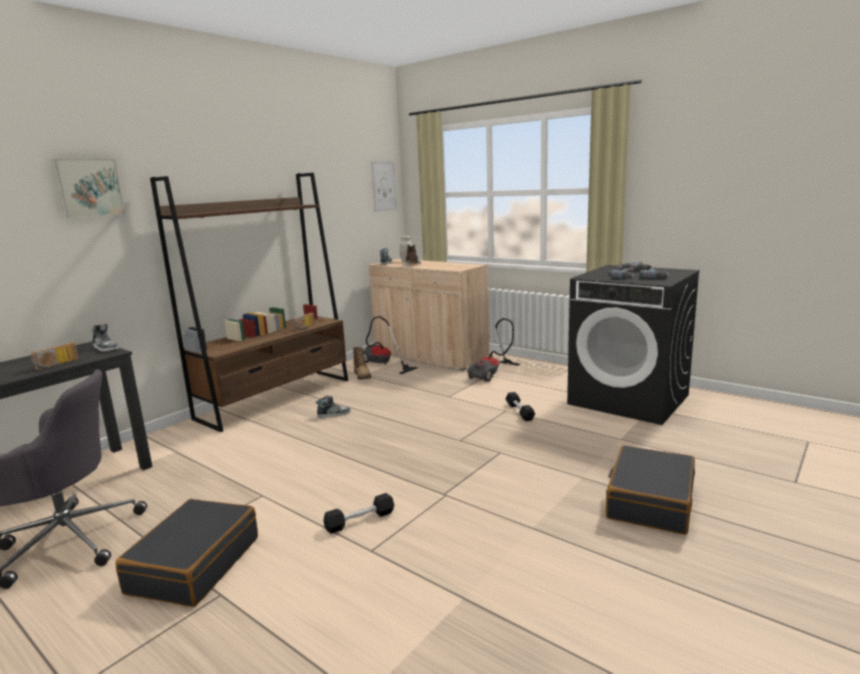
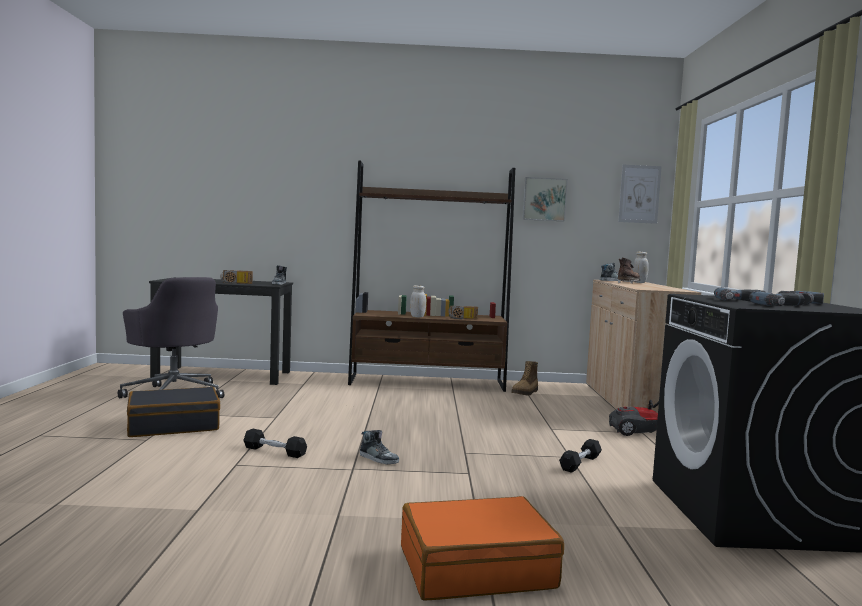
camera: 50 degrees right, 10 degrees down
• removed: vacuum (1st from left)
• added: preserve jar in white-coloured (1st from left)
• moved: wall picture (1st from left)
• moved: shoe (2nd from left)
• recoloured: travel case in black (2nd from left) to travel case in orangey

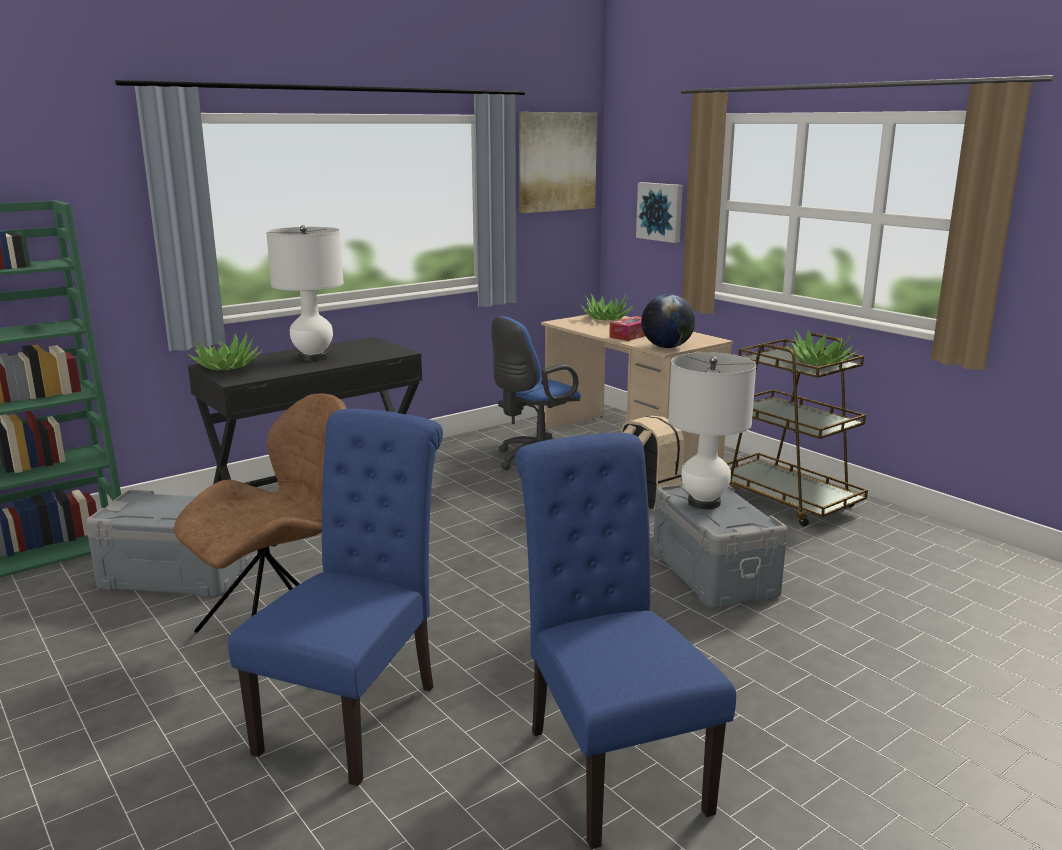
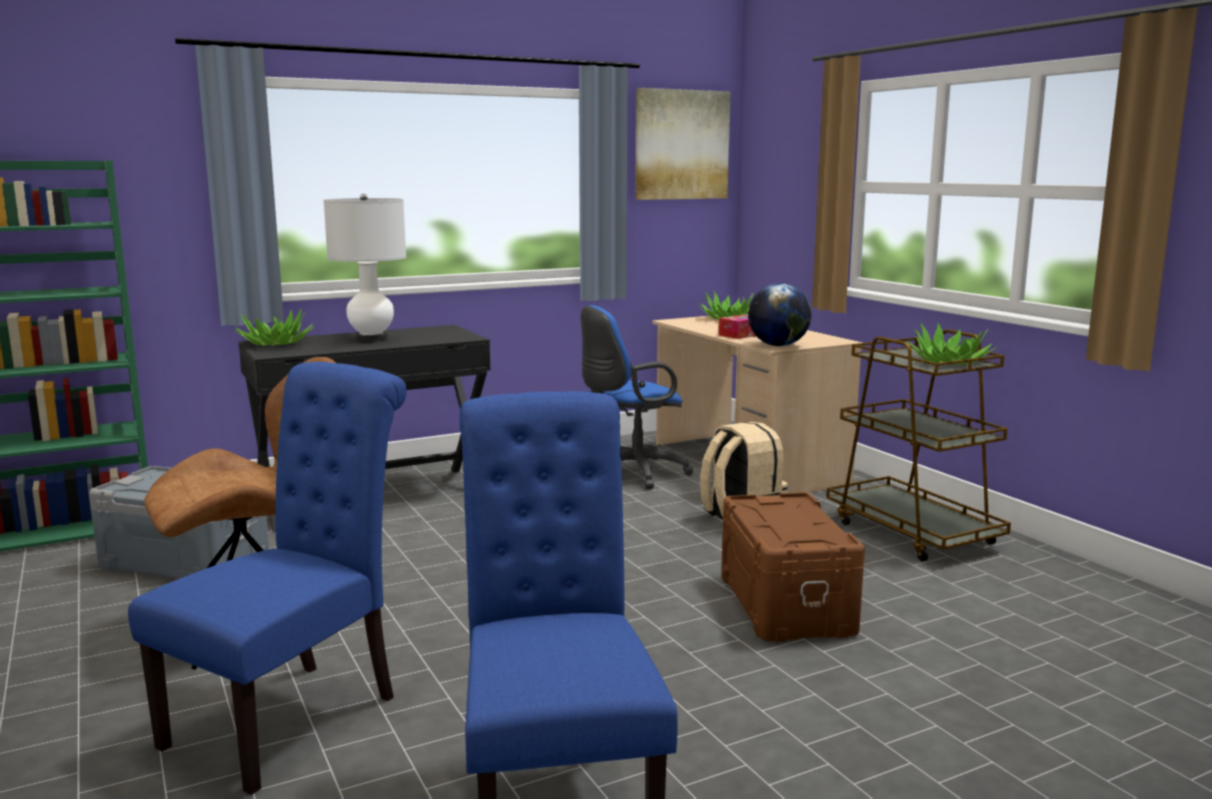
camera: 10 degrees right, 5 degrees down
• removed: wall picture (2nd from left)
• removed: table lamp in white-coloured (2nd from left)
• recoloured: storage container in greyish (2nd from left) to storage container in brown-coloured

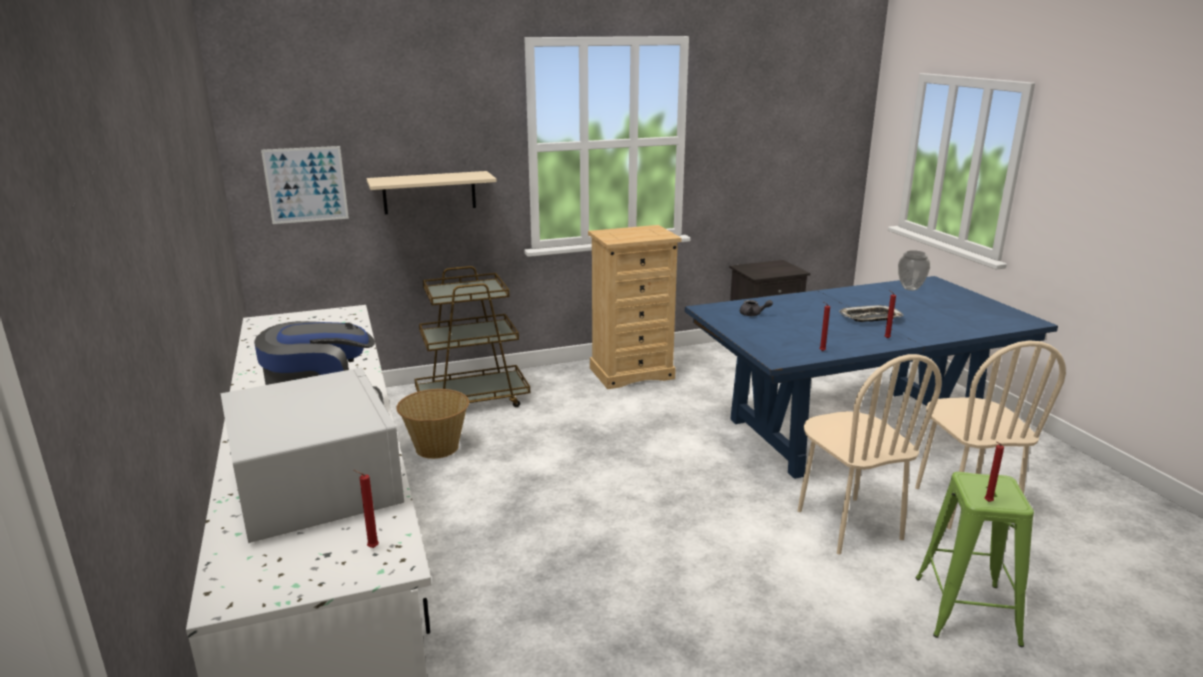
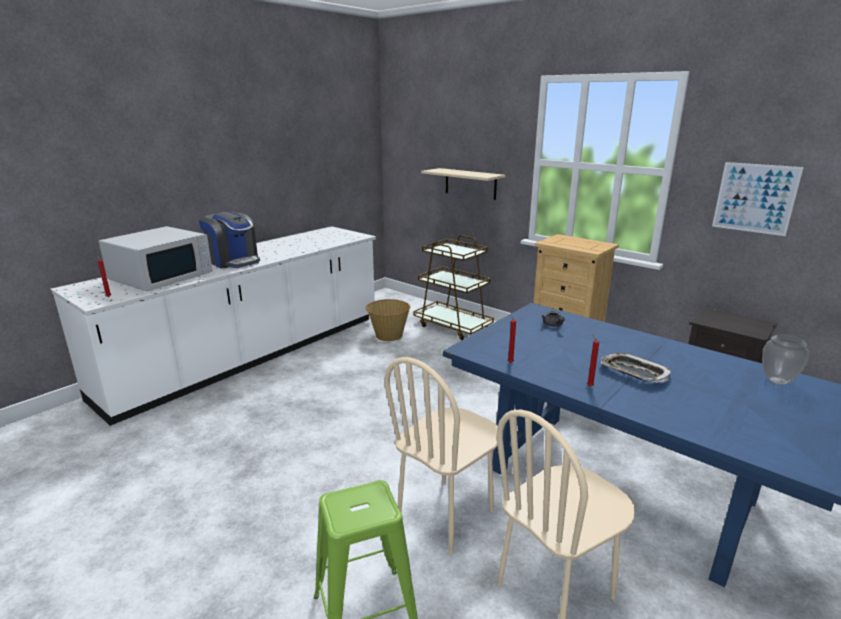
camera: 60 degrees right, 0 degrees up
• removed: candle in red (4th from left)
• moved: wall picture

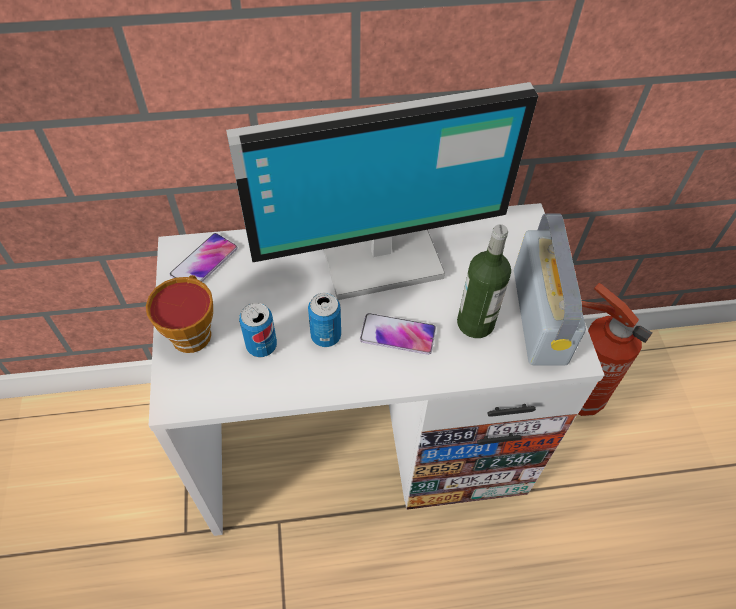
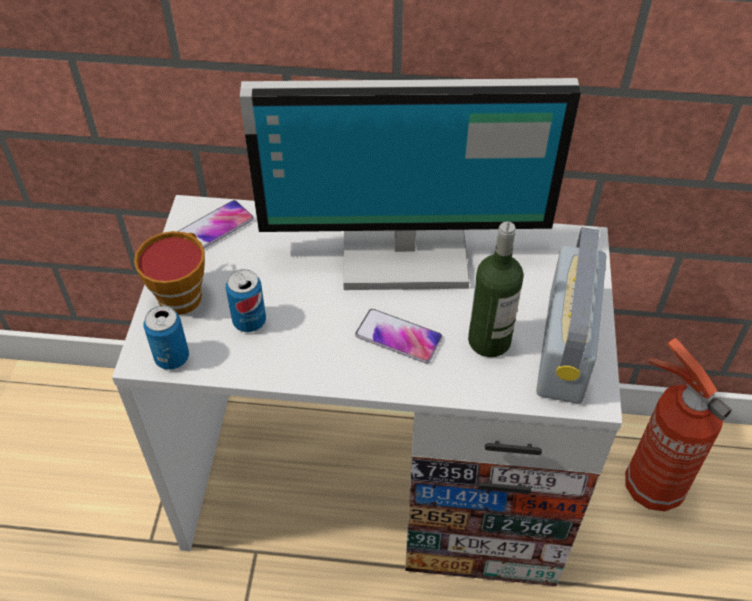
camera: 15 degrees right, 5 degrees down
• moved: metal can (2nd from left in the first image) to metal can (1st from left)

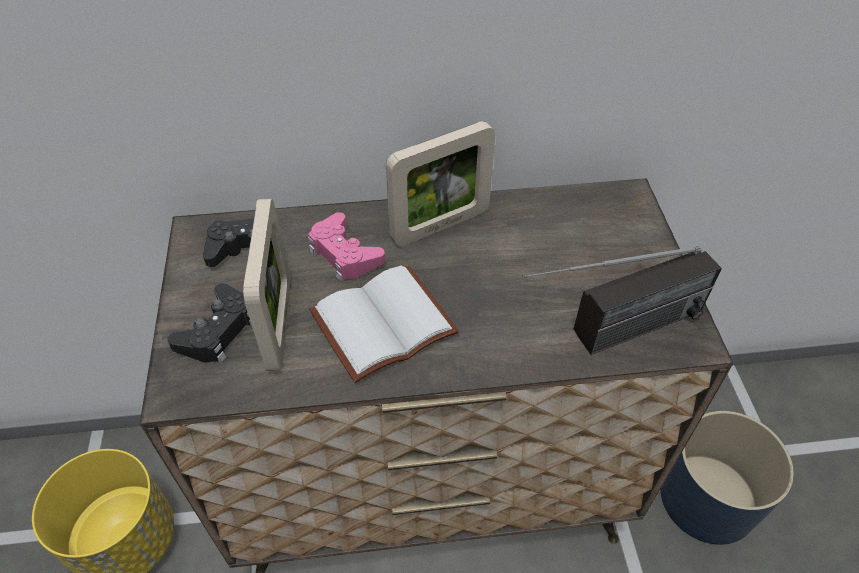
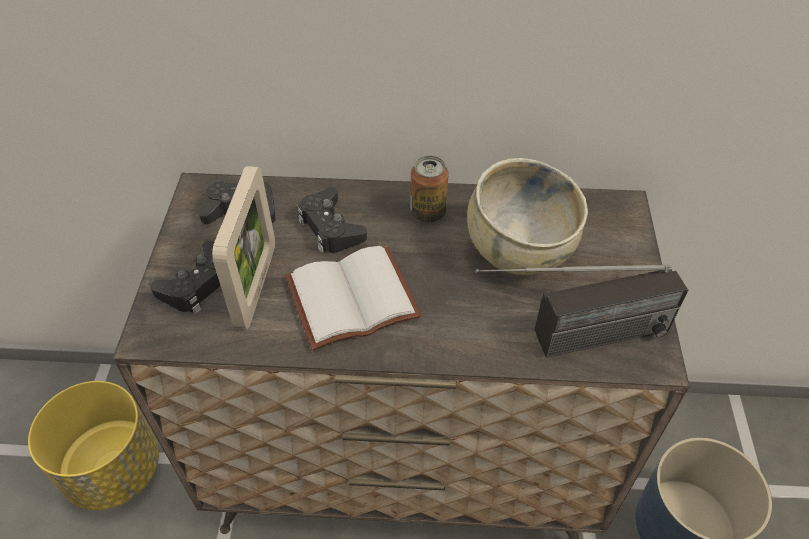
camera: 10 degrees right, 0 degrees up
• added: serving bowl in sand-coloured
• replaced: standing frame (2nd from left) to metal can
• recoloured: joypad in pinkish to joypad in black (3rd from left)

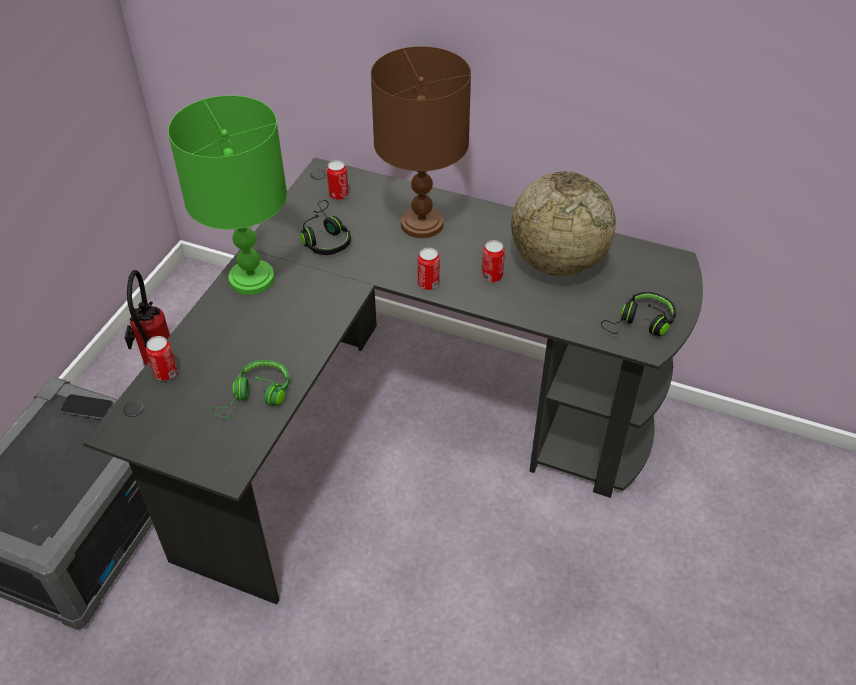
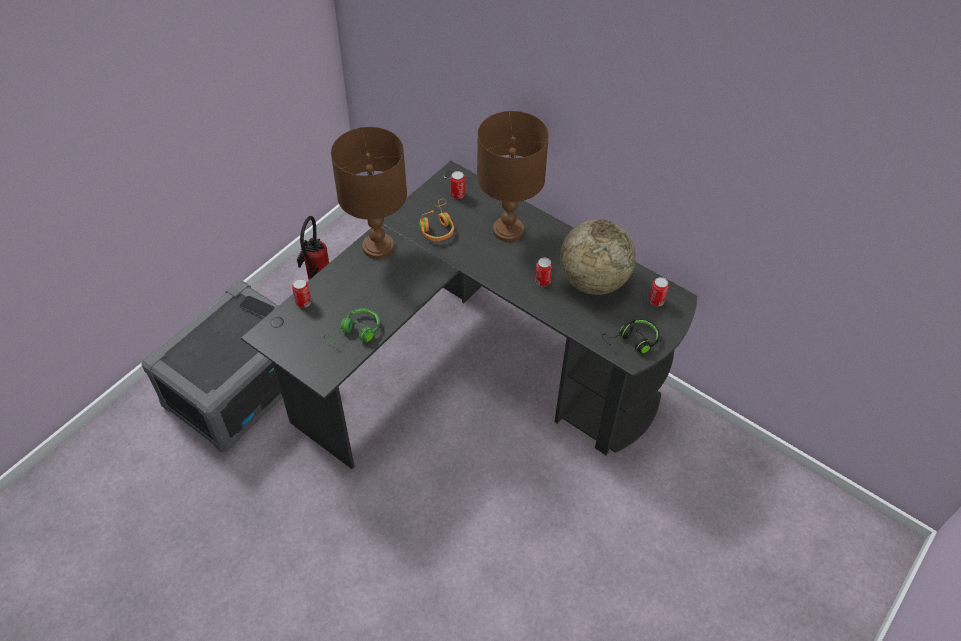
camera: 15 degrees right, 5 degrees up
• moved: metal can (3rd from left in the first image) to metal can (4th from left)
• recoloured: table lamp in greenish to table lamp in brown-coloured (1st from left)
• recoloured: headphones in black (1st from left) to headphones in orangey

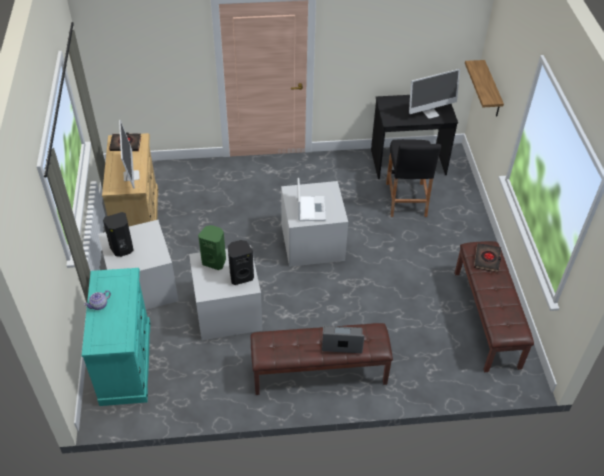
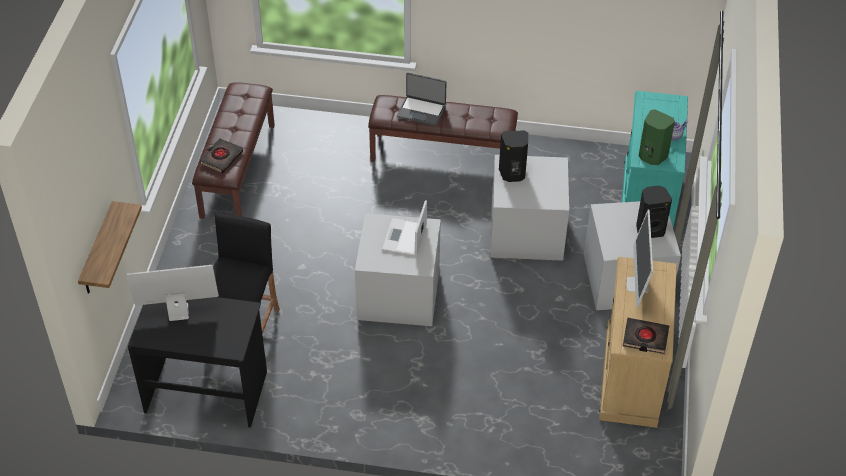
camera: 165 degrees left, 0 degrees up
• moved: audio speaker in greenish

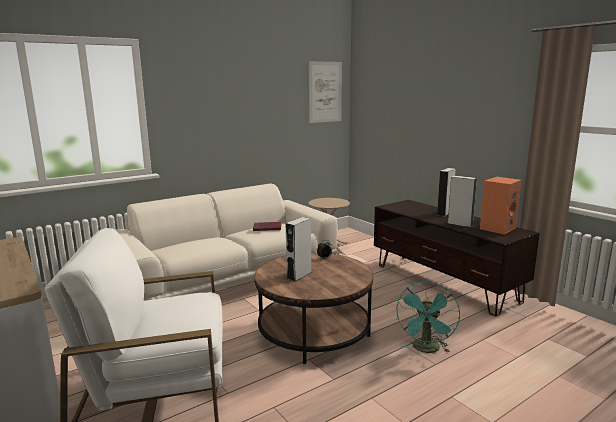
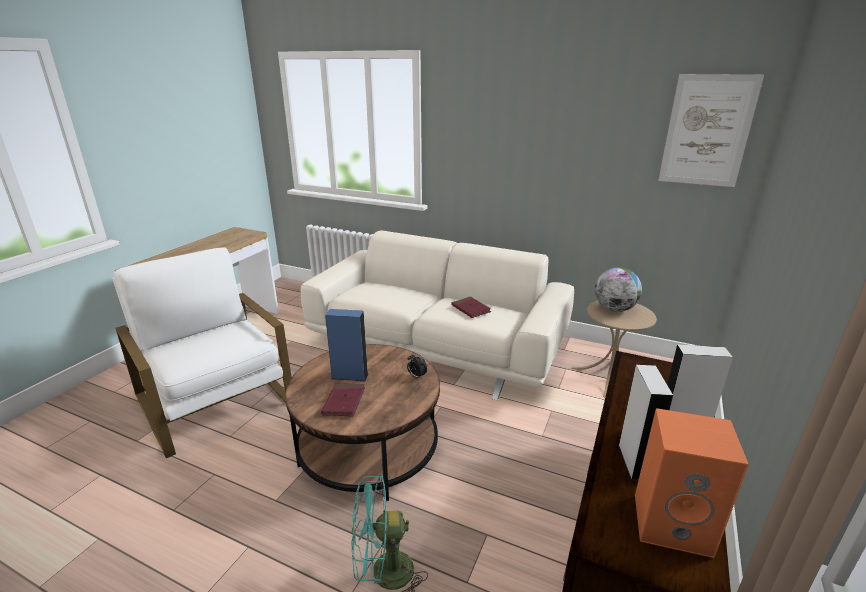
camera: 60 degrees right, 10 degrees up
• added: volume in red (1st from left)
• added: globe
• recoloured: audio speaker in greyish (1st from left) to audio speaker in bluish

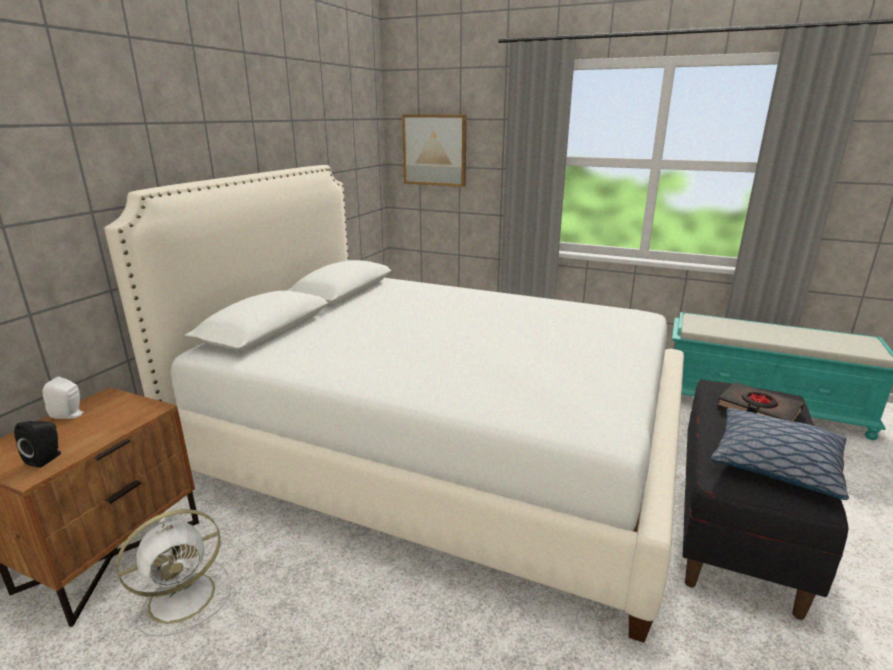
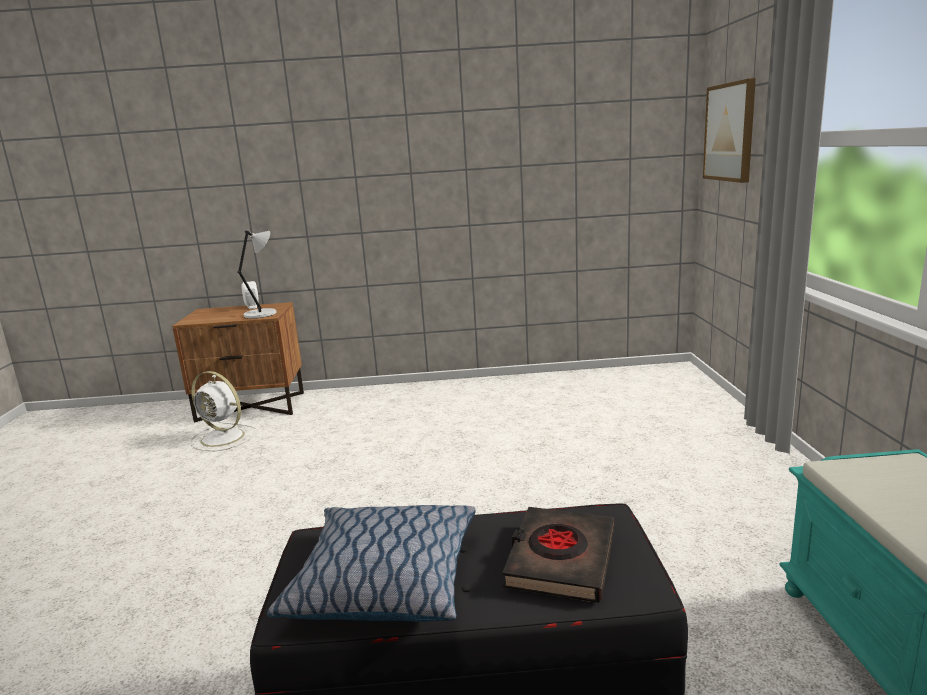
camera: 65 degrees right, 5 degrees down
• removed: audio speaker in black
• removed: bed in white-coloured
• added: table lamp in greyish

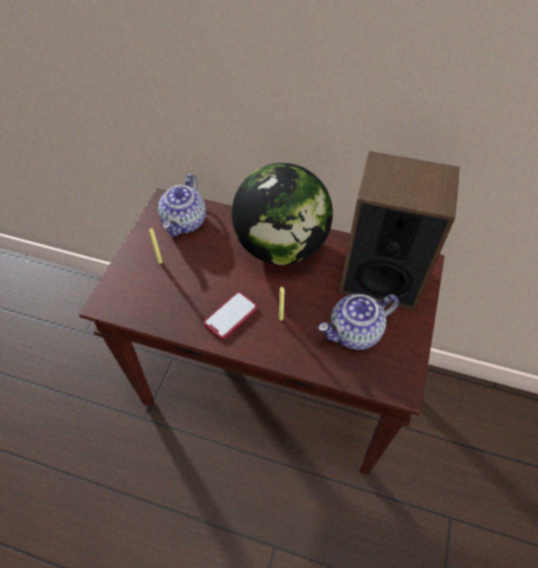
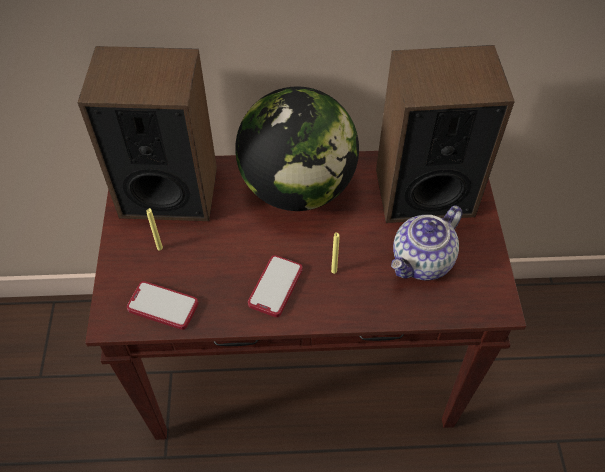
camera: 20 degrees left, 0 degrees up
• added: telephone (1st from left)
• replaced: pot for tea (1st from left) to audio speaker (1st from left)

